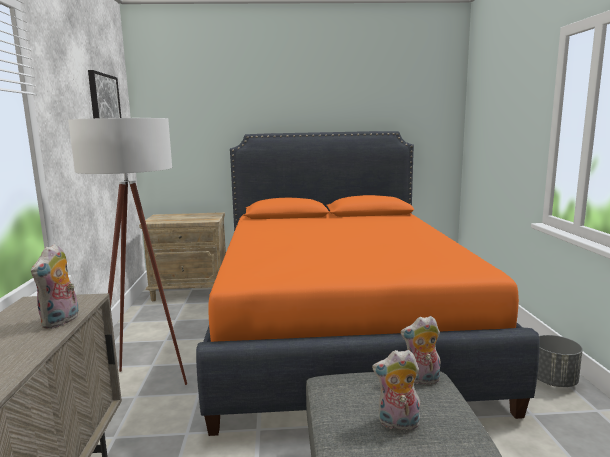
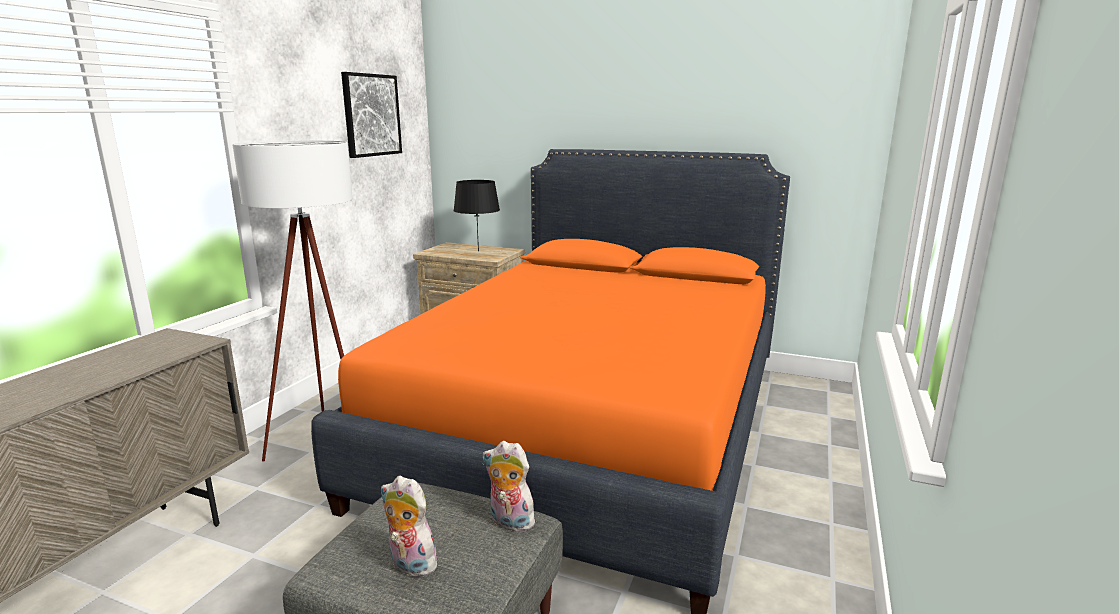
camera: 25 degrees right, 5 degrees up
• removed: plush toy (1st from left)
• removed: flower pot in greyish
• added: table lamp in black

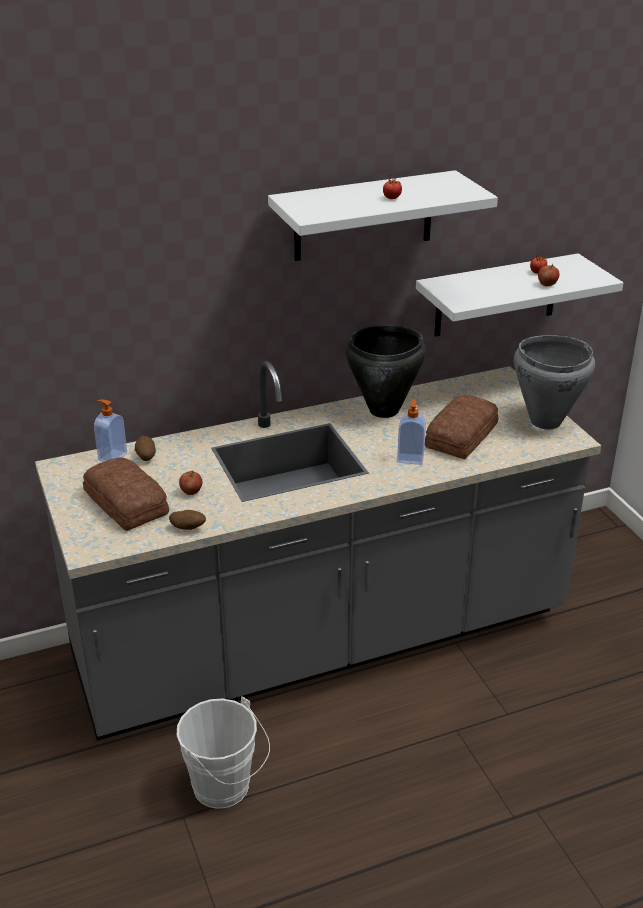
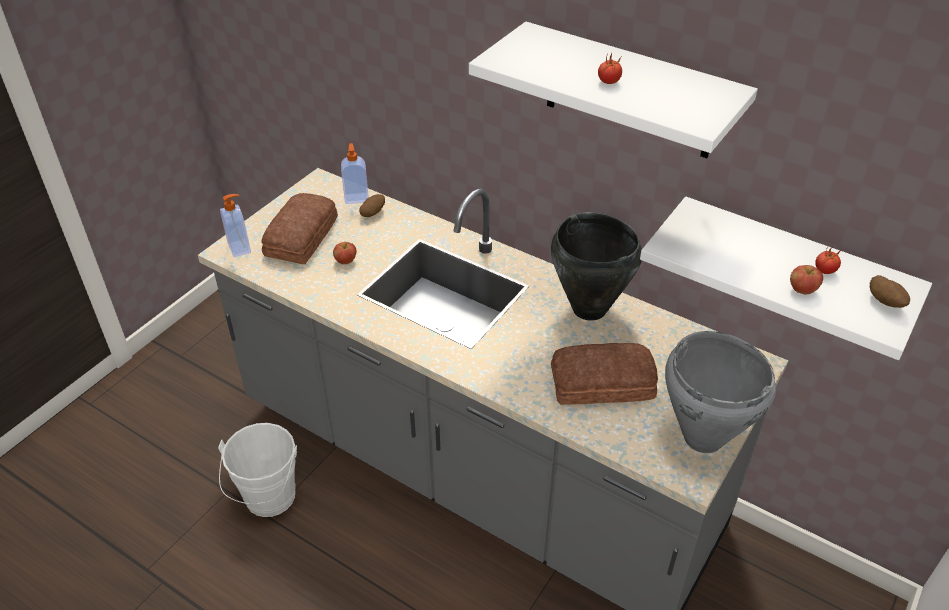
camera: 55 degrees right, 10 degrees up
• moved: whole potato (2nd from left)
• moved: soap bottle (2nd from left in the first image) to soap bottle (1st from left)

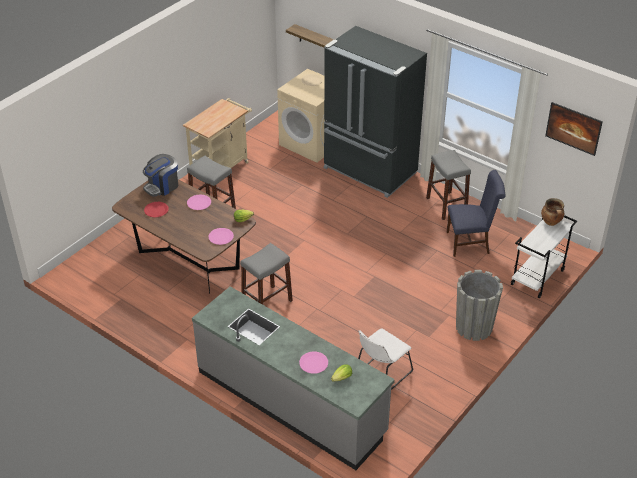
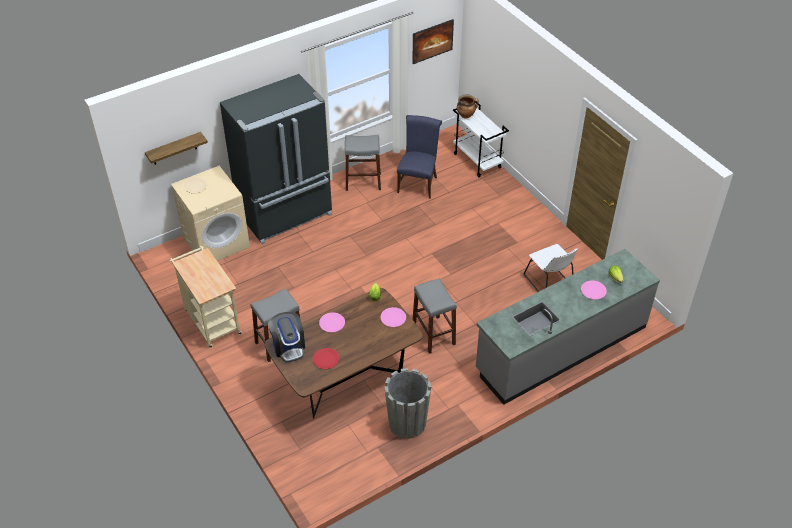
camera: 70 degrees left, 5 degrees up
• moved: flower pot in greyish

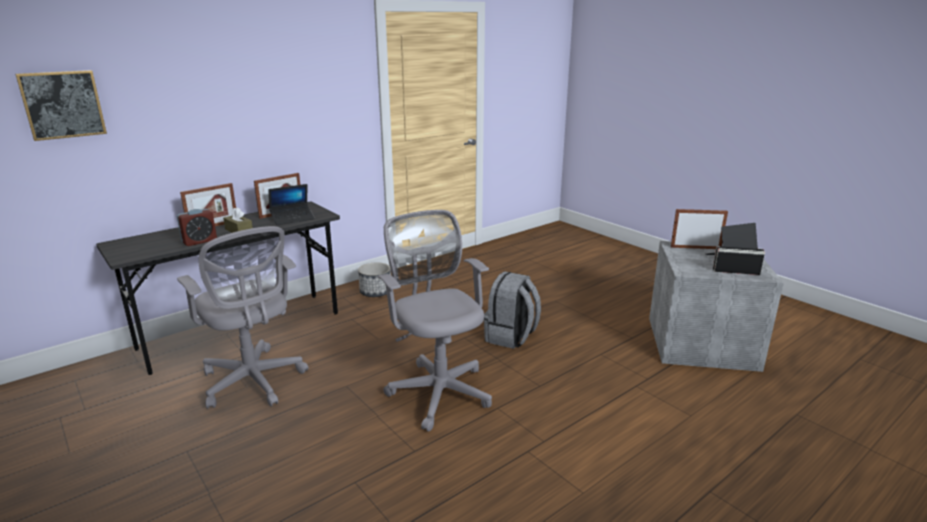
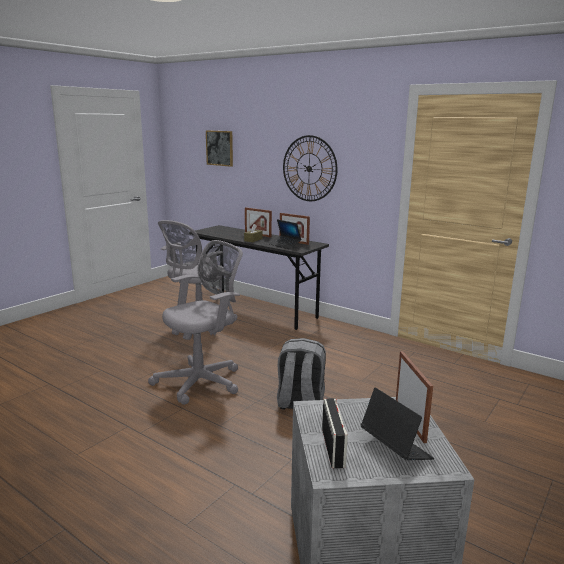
camera: 75 degrees right, 5 degrees down
• removed: bedside clock
• removed: flower pot
• added: wall clock

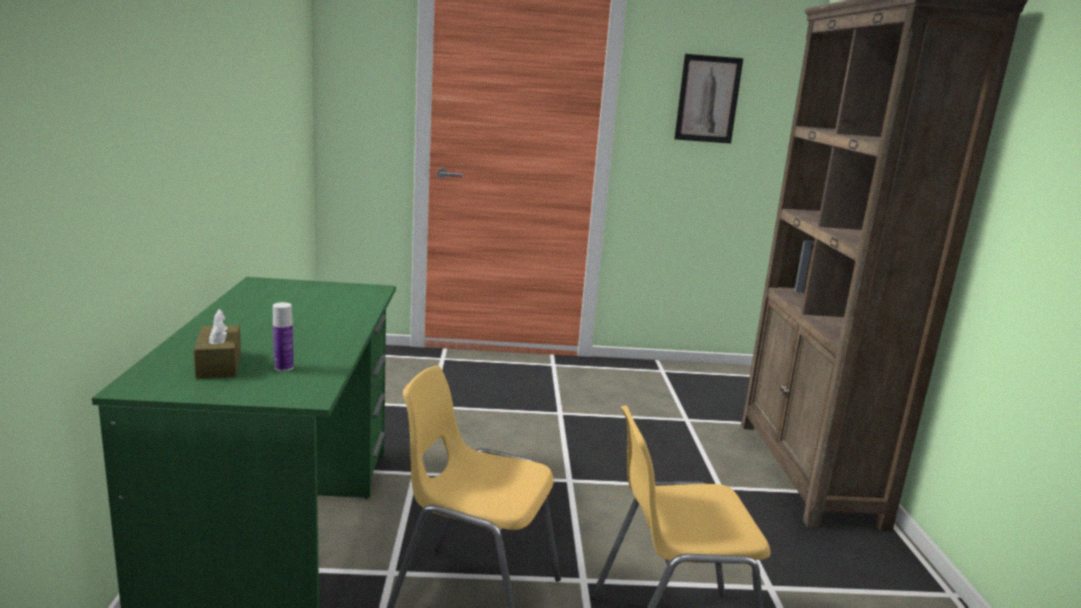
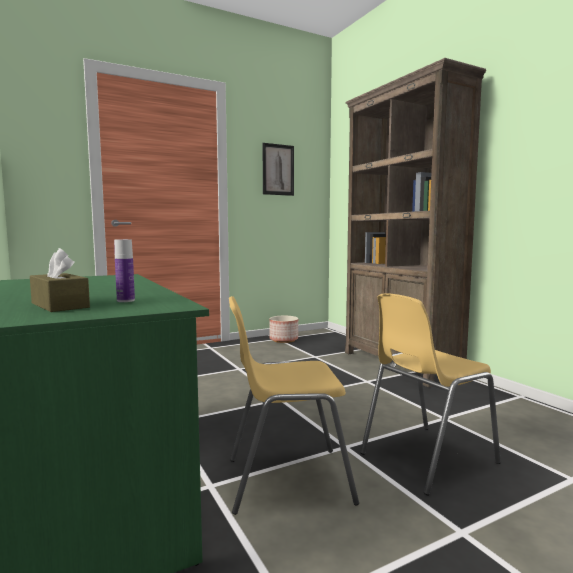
camera: 25 degrees left, 10 degrees down
• added: flower pot

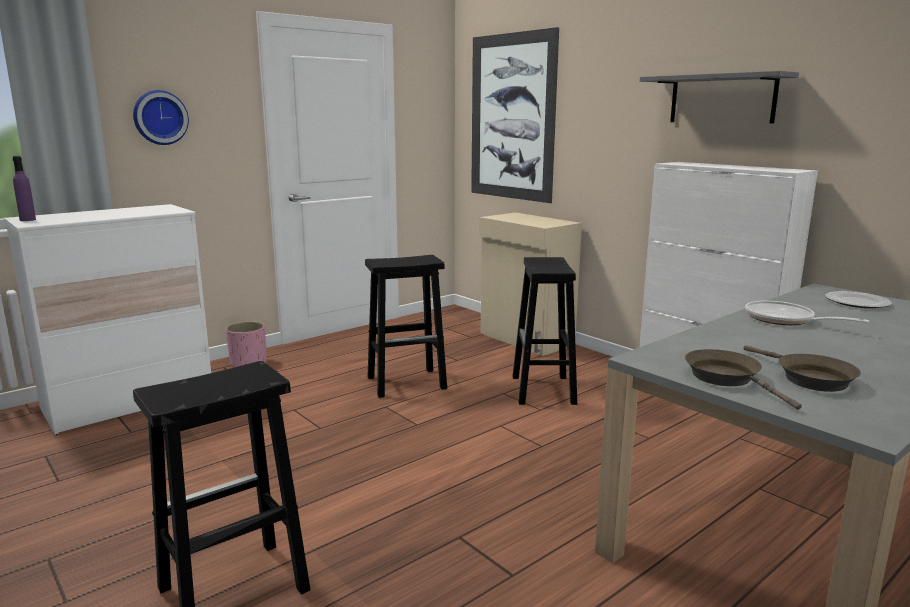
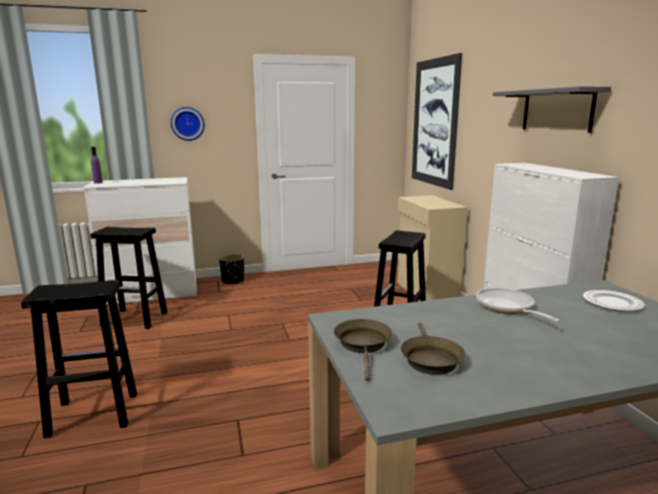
camera: 25 degrees right, 0 degrees up
• moved: stool in black (2nd from left)
• recoloured: flower pot in pinkish to flower pot in black

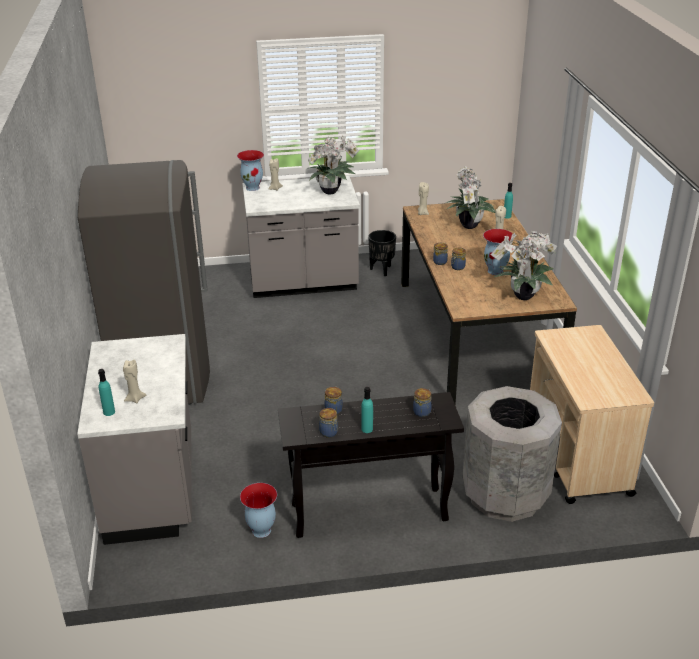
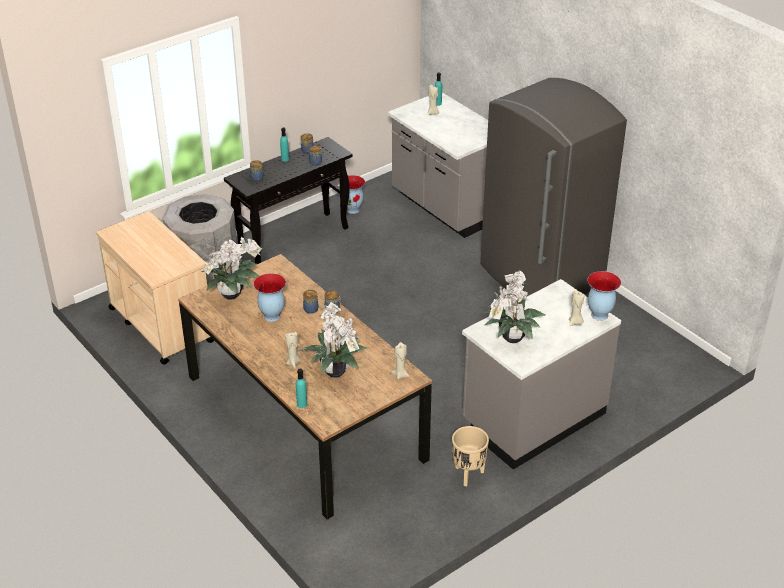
camera: 150 degrees right, 5 degrees up
• recoloured: flower pot in black to flower pot in sand-coloured

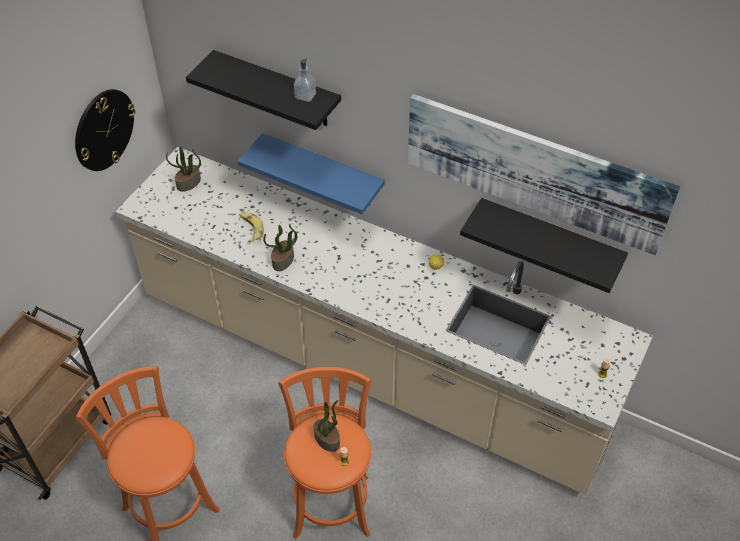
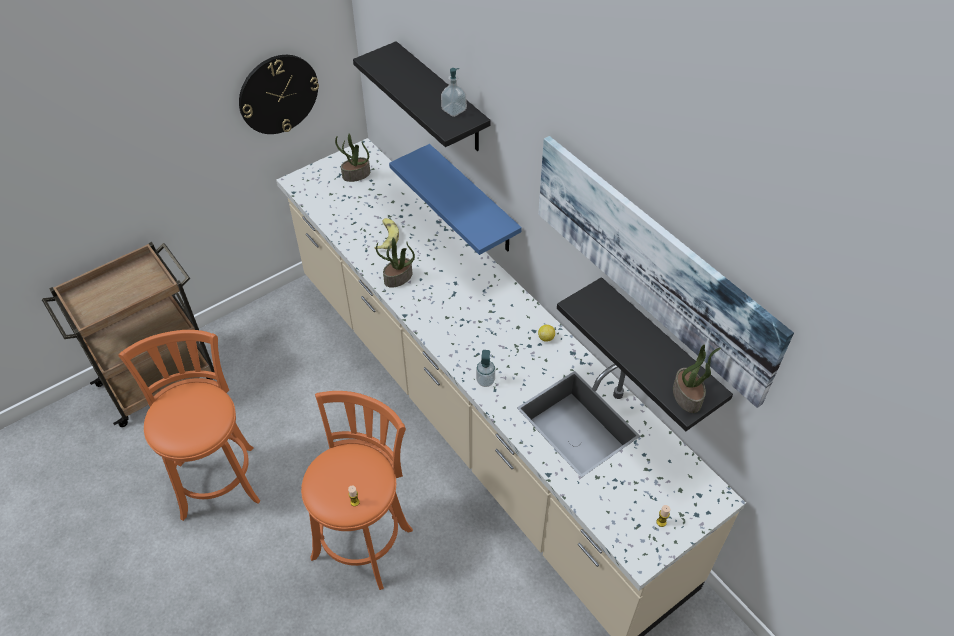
camera: 25 degrees right, 0 degrees up
• added: soap bottle (2nd from left)
• moved: plant in a pot (3rd from left)

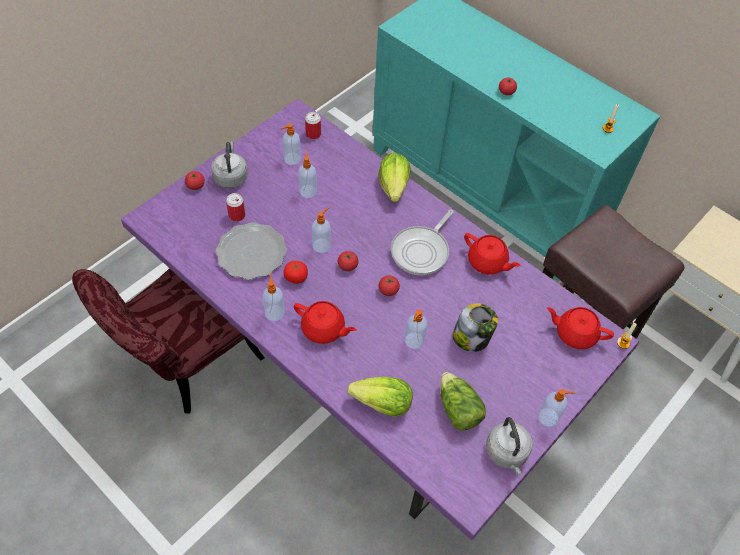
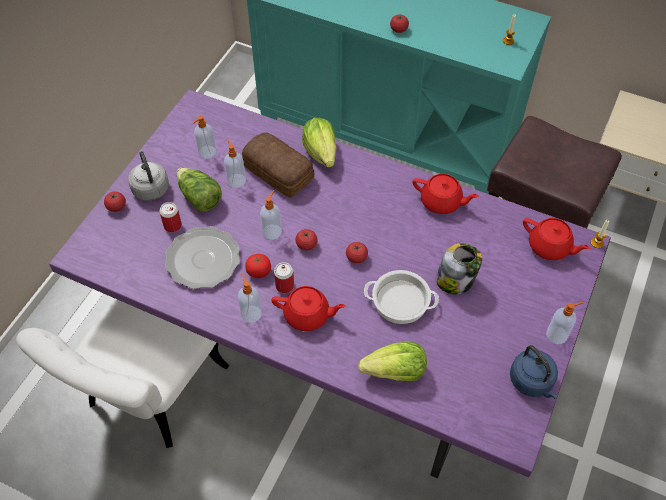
camera: 15 degrees left, 0 degrees up
• removed: skillet
• added: baked bread
• moved: metal can (2nd from left)
• moved: head of lettuce (3rd from left in the first image) to head of lettuce (1st from left)
• replaced: soap bottle (5th from left) to cooking pot
• recoloured: plain chair in red to plain chair in white-coloured
• recoloured: kettle in greyish (2nd from left) to kettle in bluish
• turned: pot for tea in red (3rd from left) 150 degrees counterclockwise

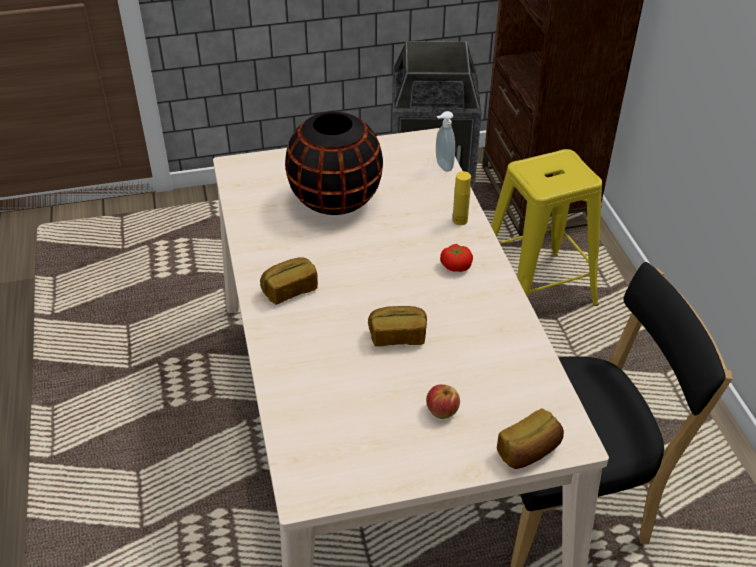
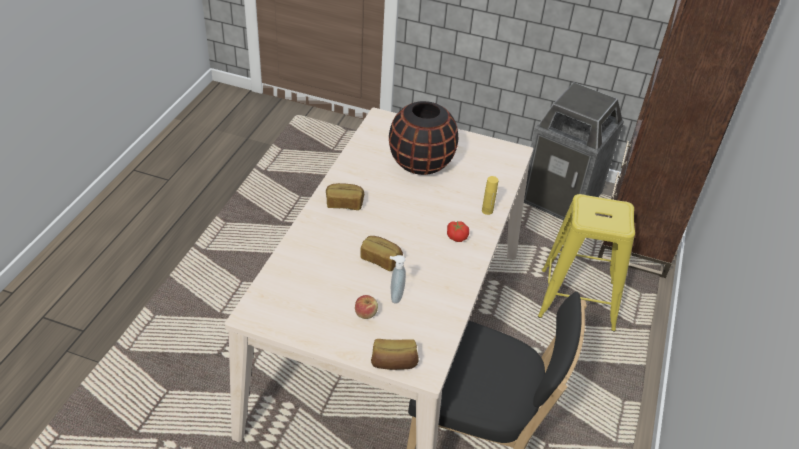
camera: 30 degrees right, 0 degrees up
• moved: soap bottle

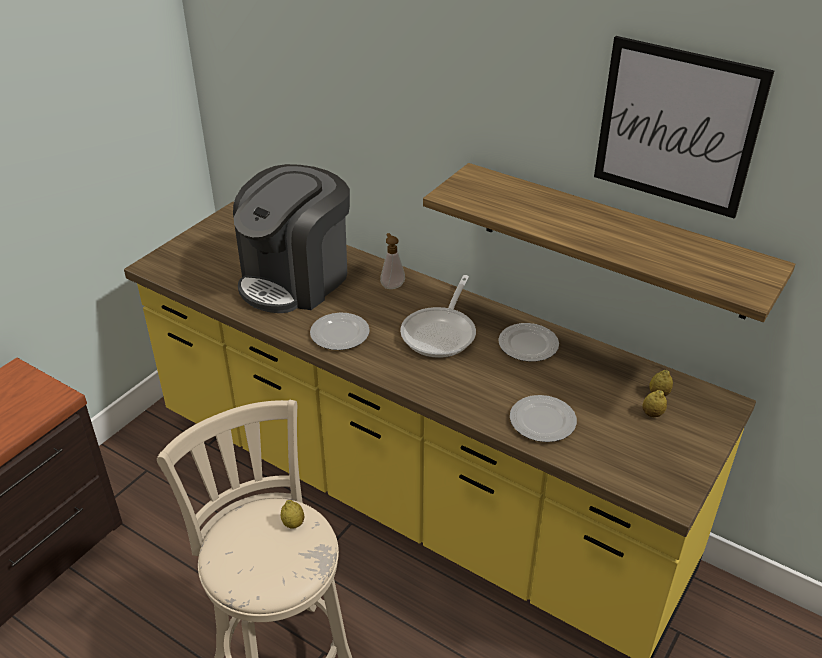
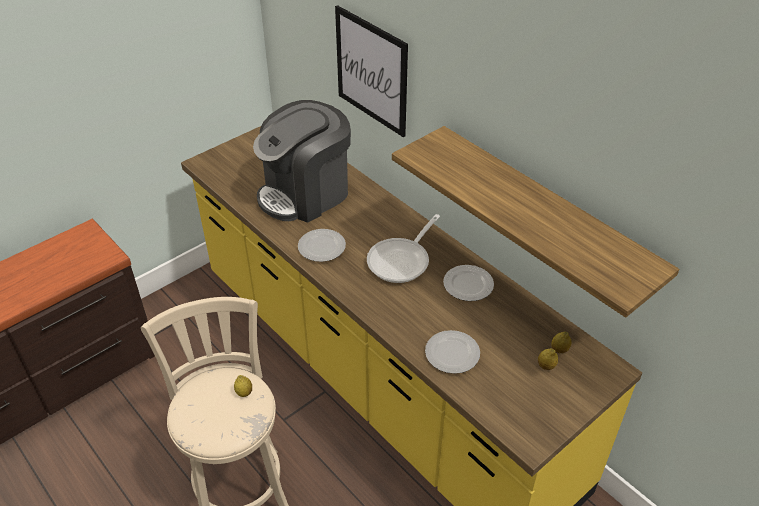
camera: 15 degrees right, 5 degrees up
• removed: soap bottle
• moved: wall picture

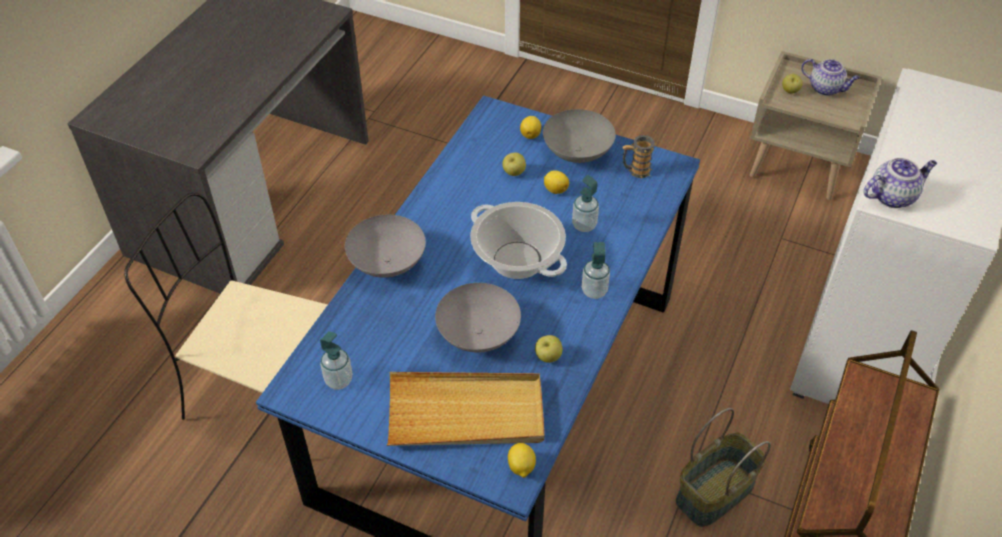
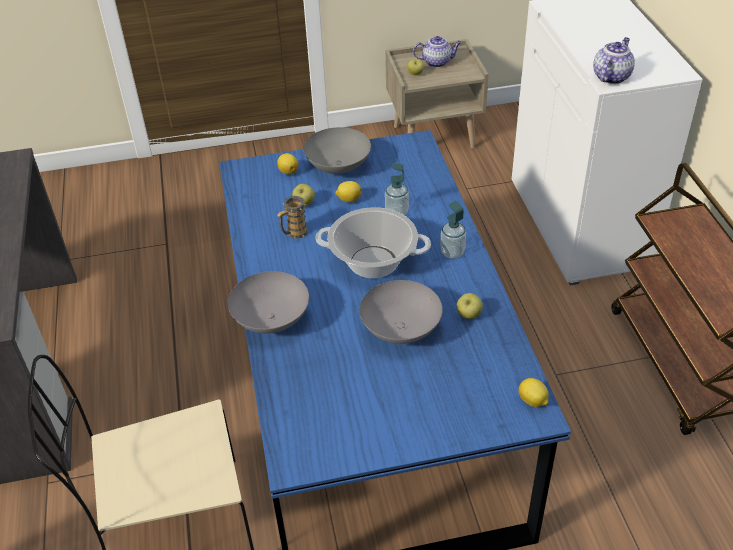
camera: 35 degrees left, 5 degrees down
• removed: soap bottle (1st from left)
• removed: tray in sand-coloured
• removed: household basket
• moved: coffee mug

